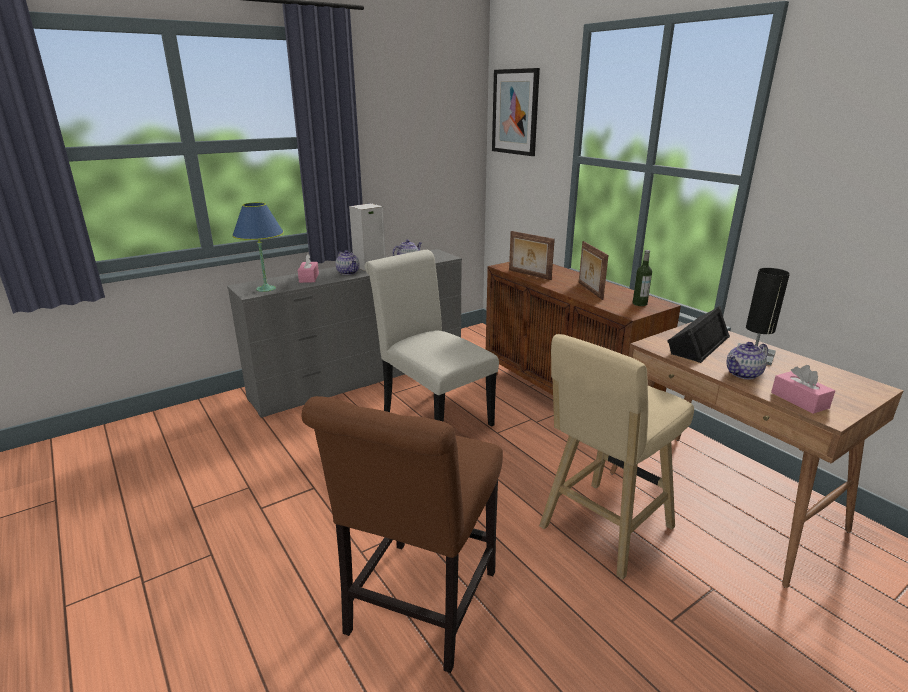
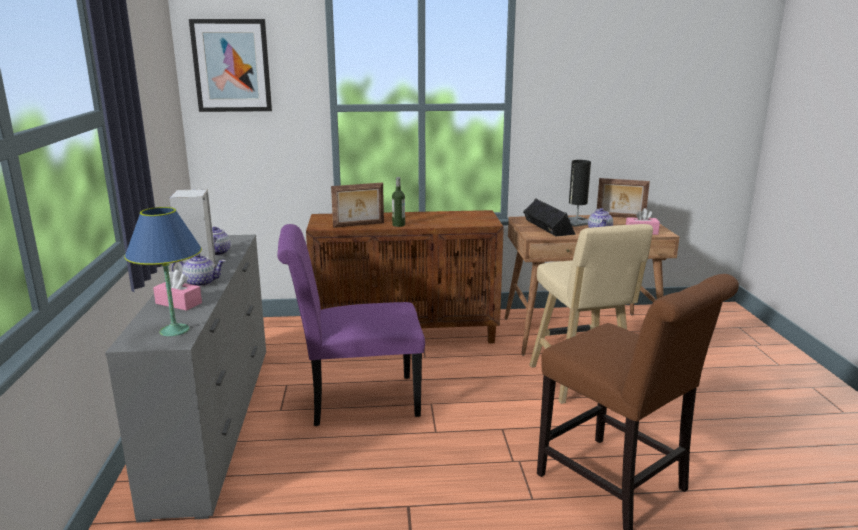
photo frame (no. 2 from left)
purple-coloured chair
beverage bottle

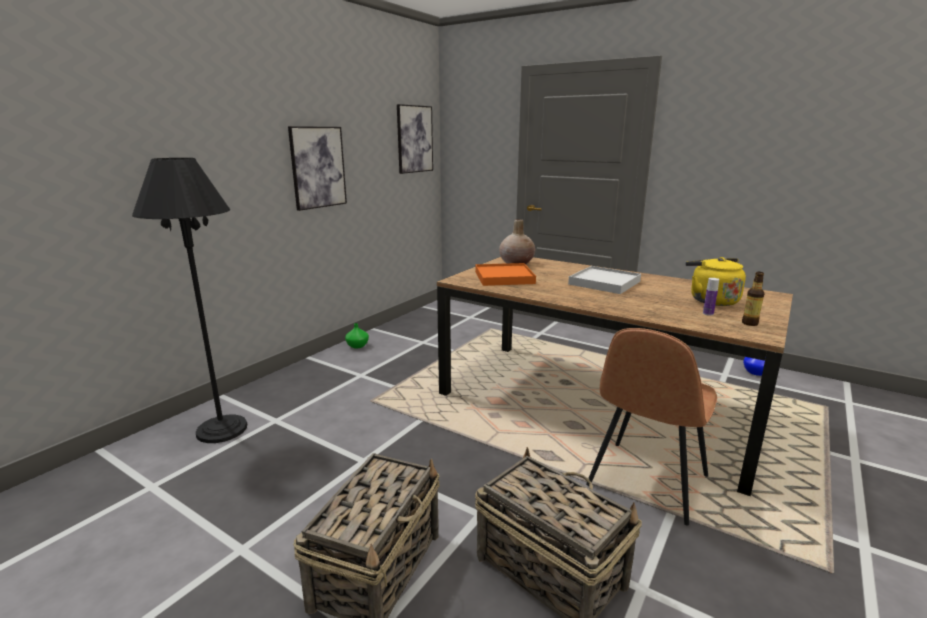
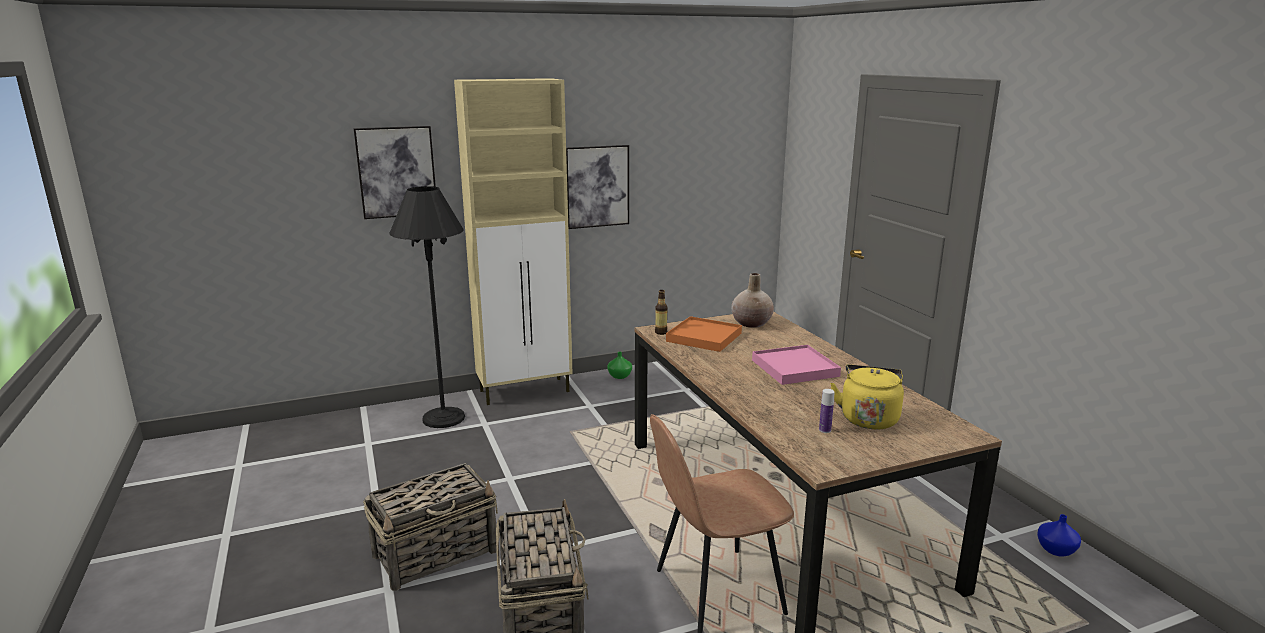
wall art (no. 1 from left)
pink tray
beverage bottle (no. 1 from left)
sand-coloured storage cabinet

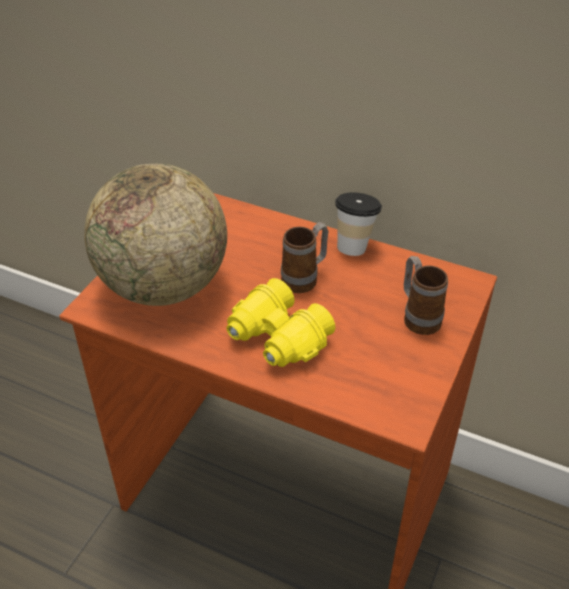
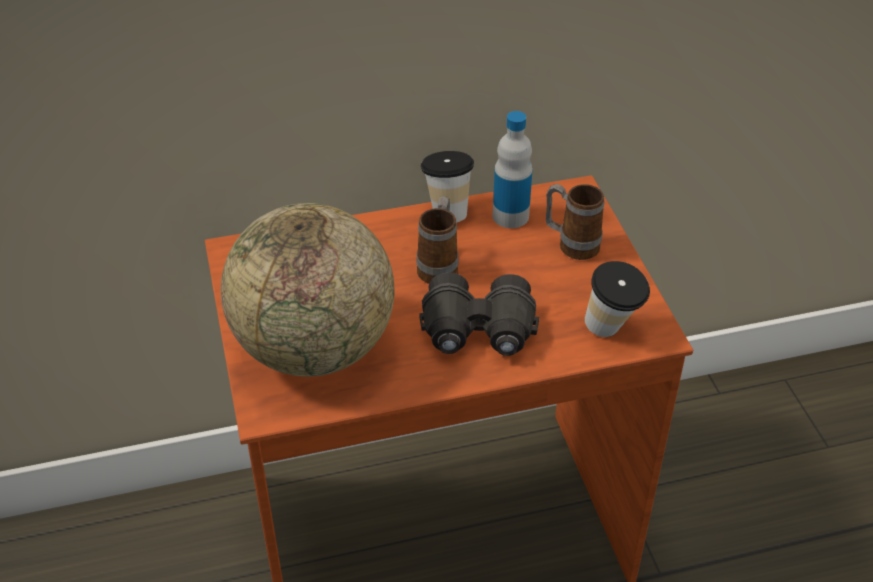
blackish binoculars
beverage bottle
drinking cup (no. 2 from left)

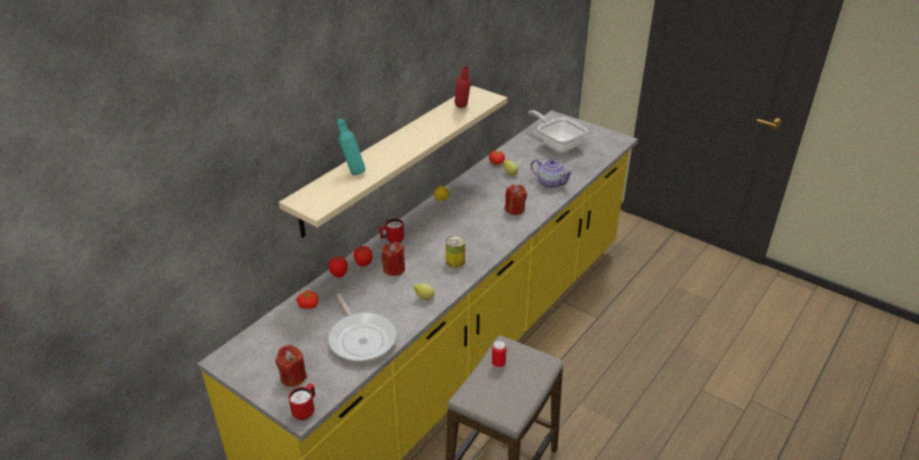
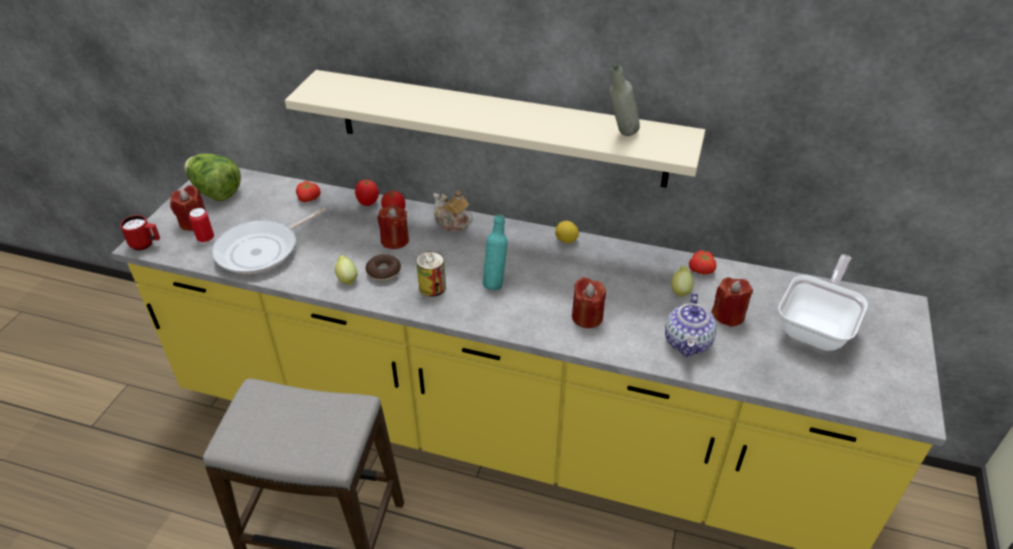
grey beverage bottle
blue-green beverage bottle
teapot (no. 1 from left)
can (no. 1 from left)
lettuce head
doughnut
reddish wax candle (no. 4 from left)

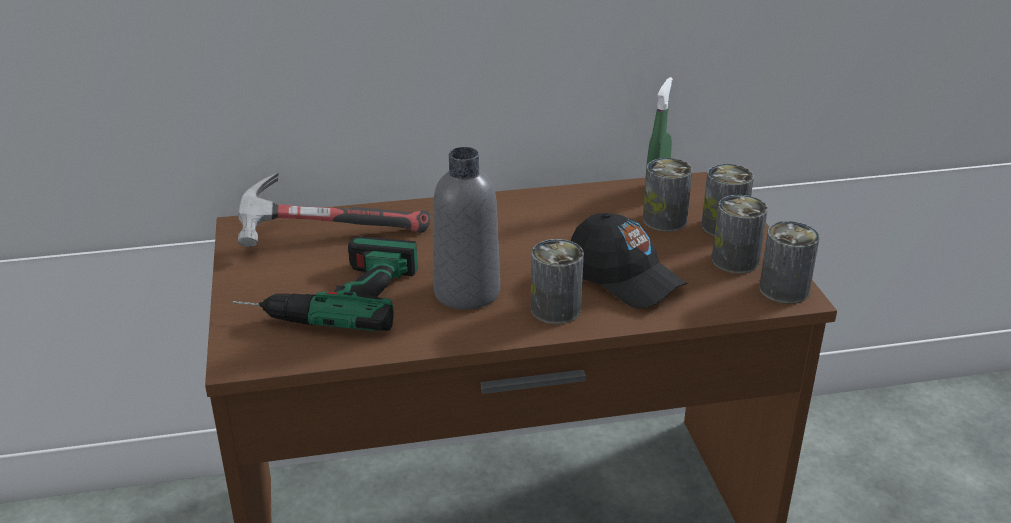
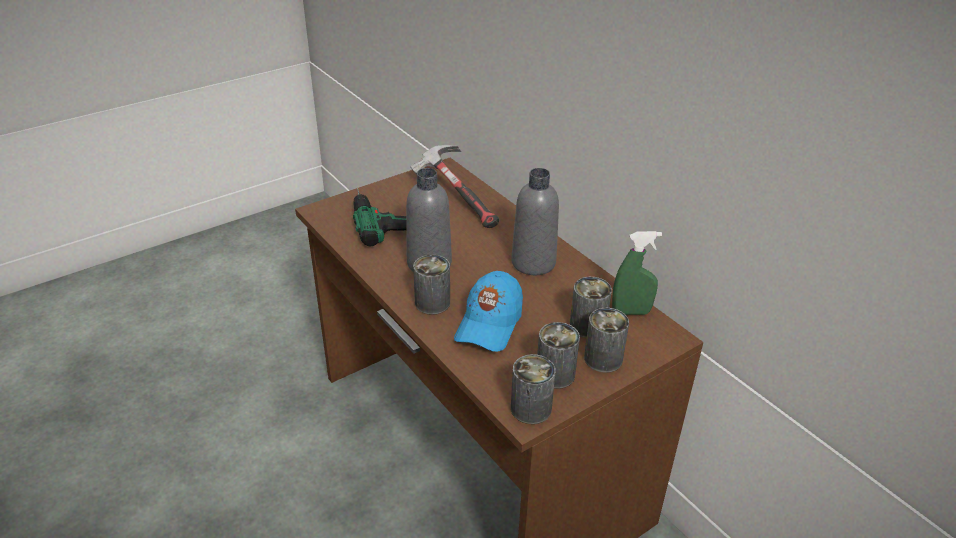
blue baseball cap
grey beverage bottle (no. 2 from left)

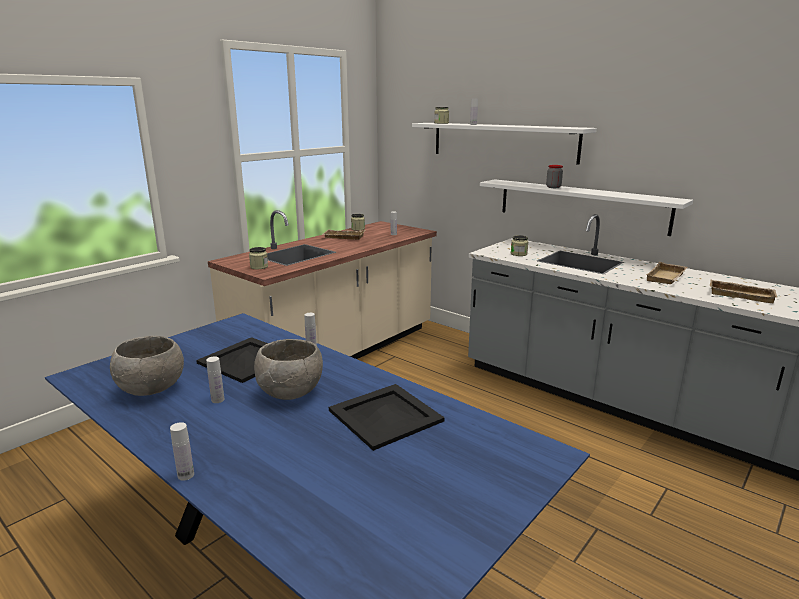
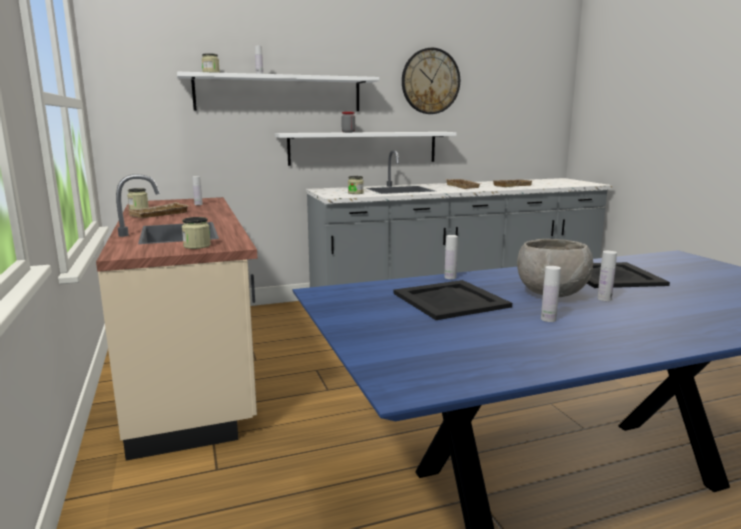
grey deep dish (no. 1 from left in the first image)
white beverage bottle (no. 5 from left)
wall clock

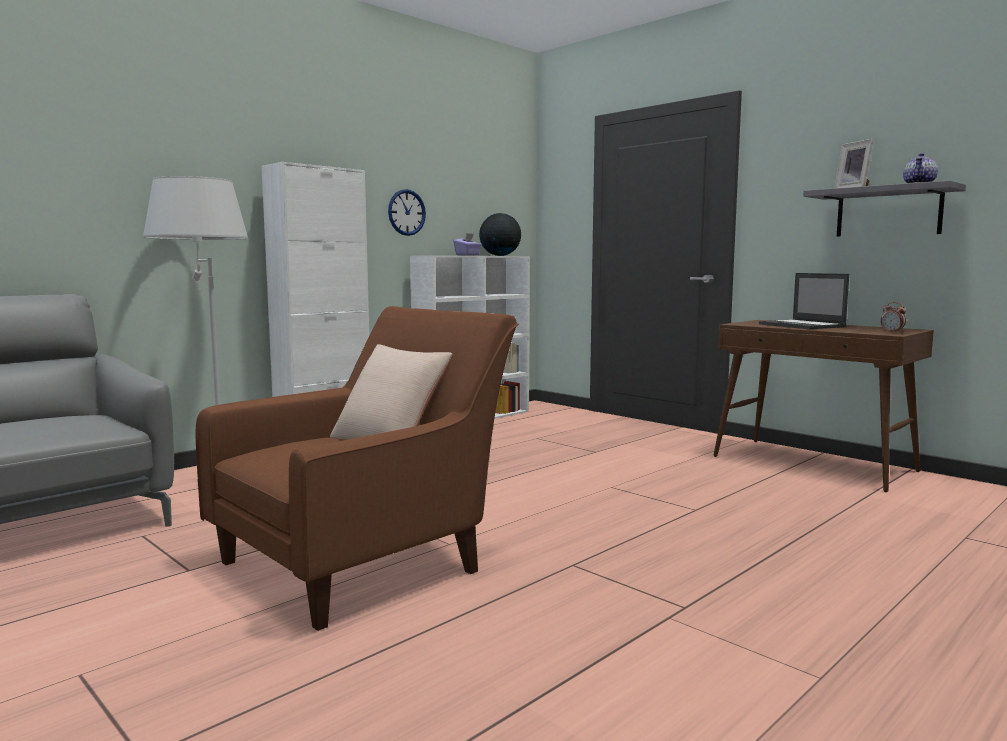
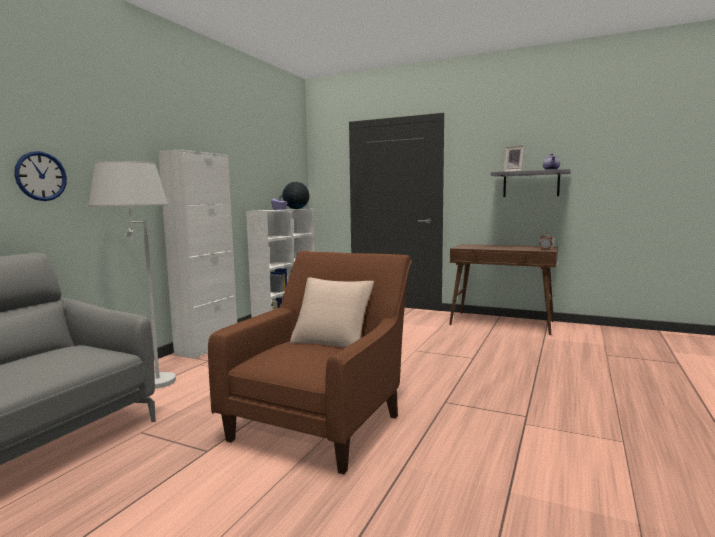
wall clock
laptop

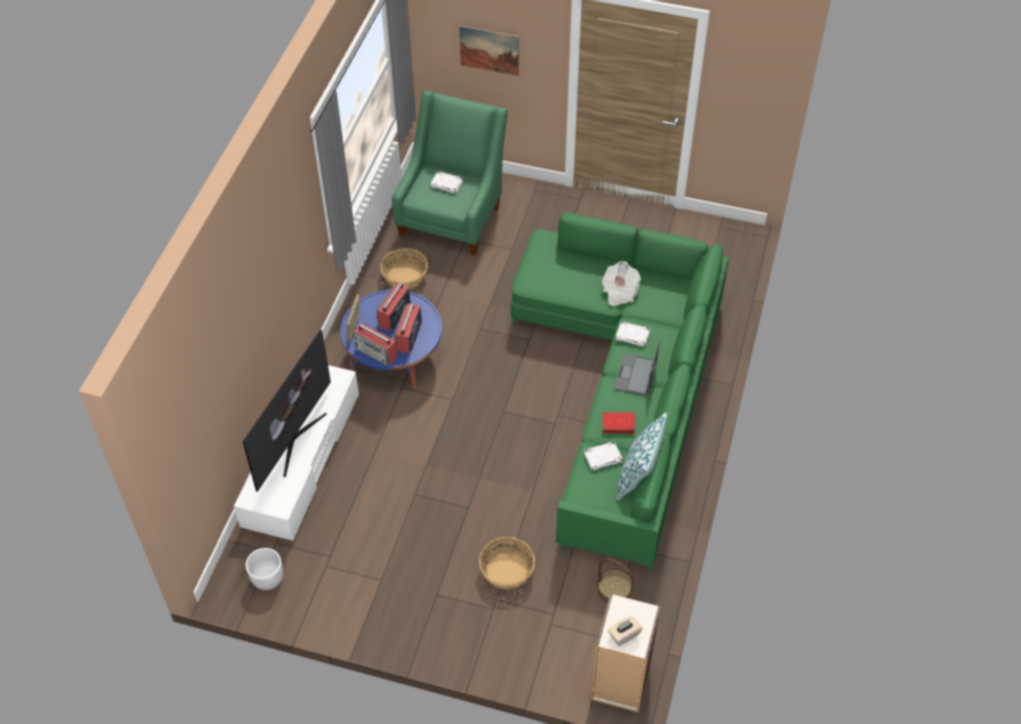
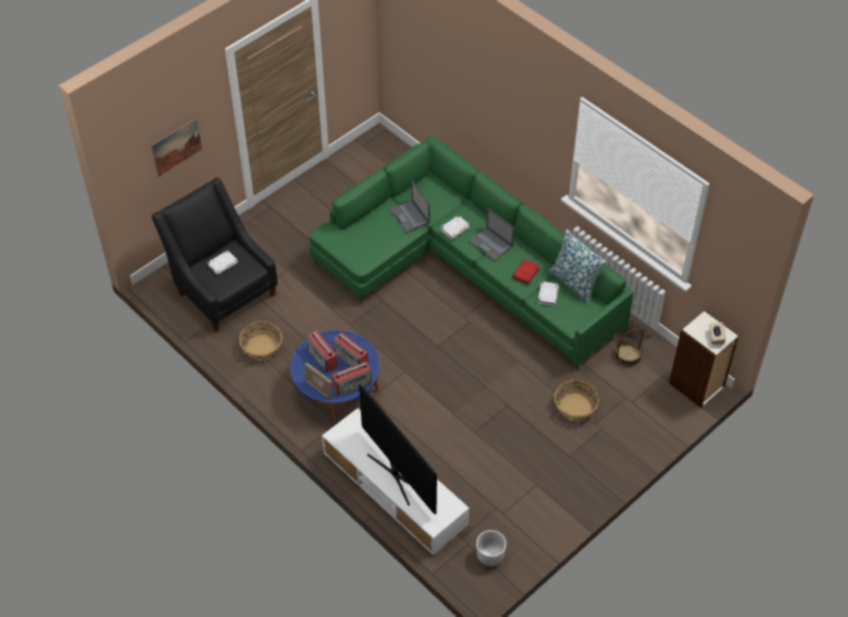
blackish easy chair
laptop (no. 1 from left)

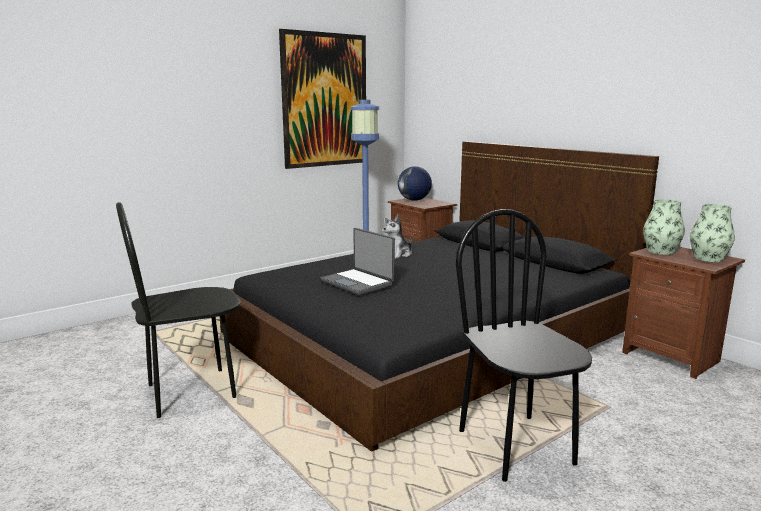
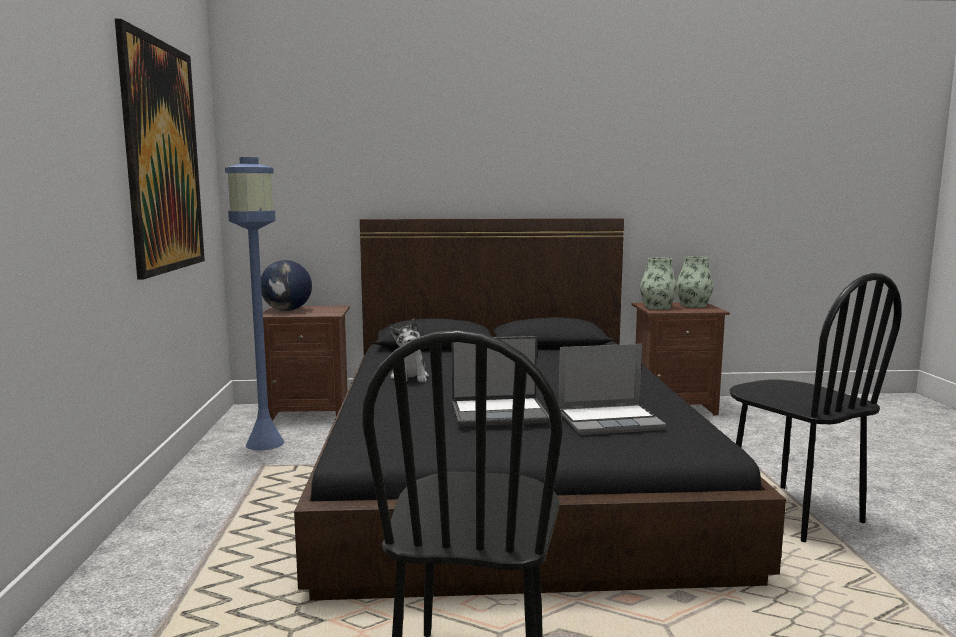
blackish chair (no. 2 from left)
laptop (no. 2 from left)

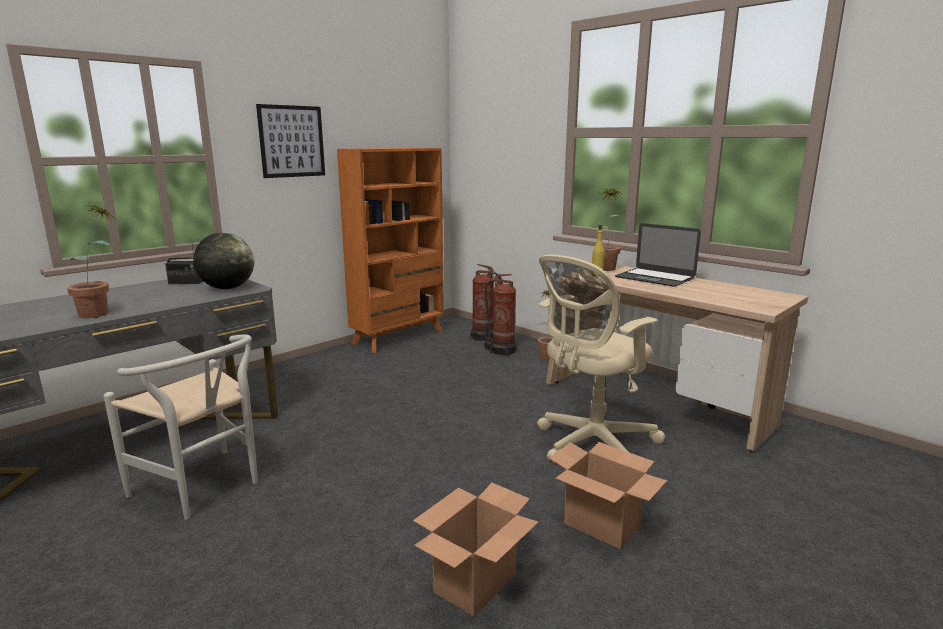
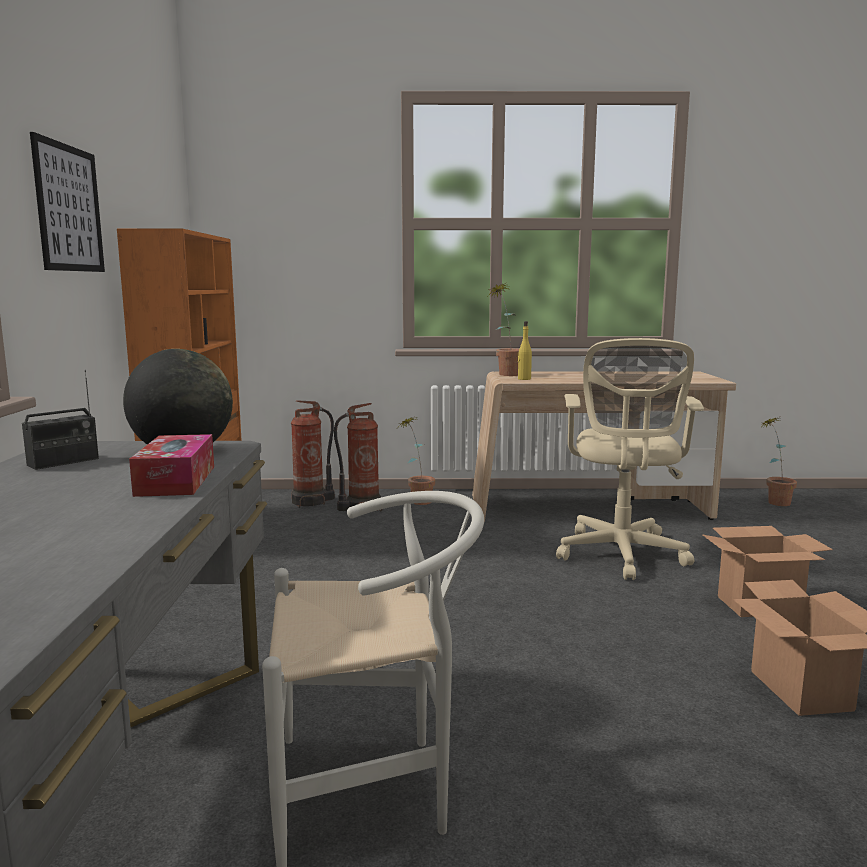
houseplant (no. 3 from left)
laptop
tissue holder

